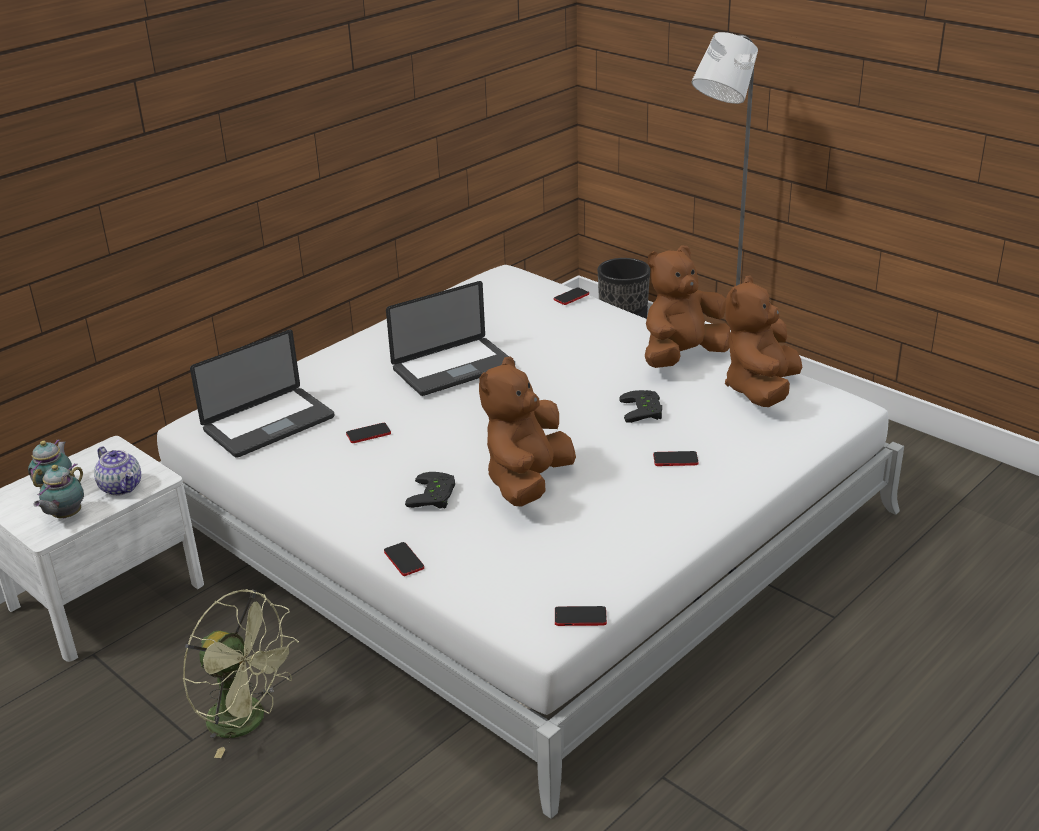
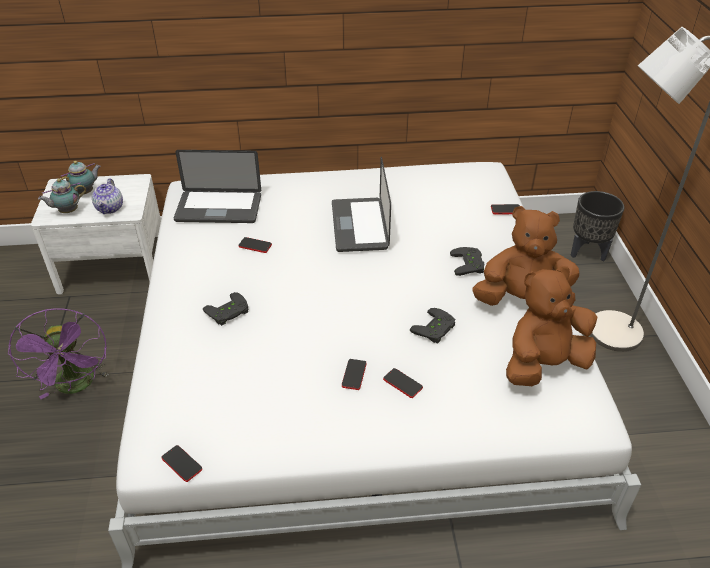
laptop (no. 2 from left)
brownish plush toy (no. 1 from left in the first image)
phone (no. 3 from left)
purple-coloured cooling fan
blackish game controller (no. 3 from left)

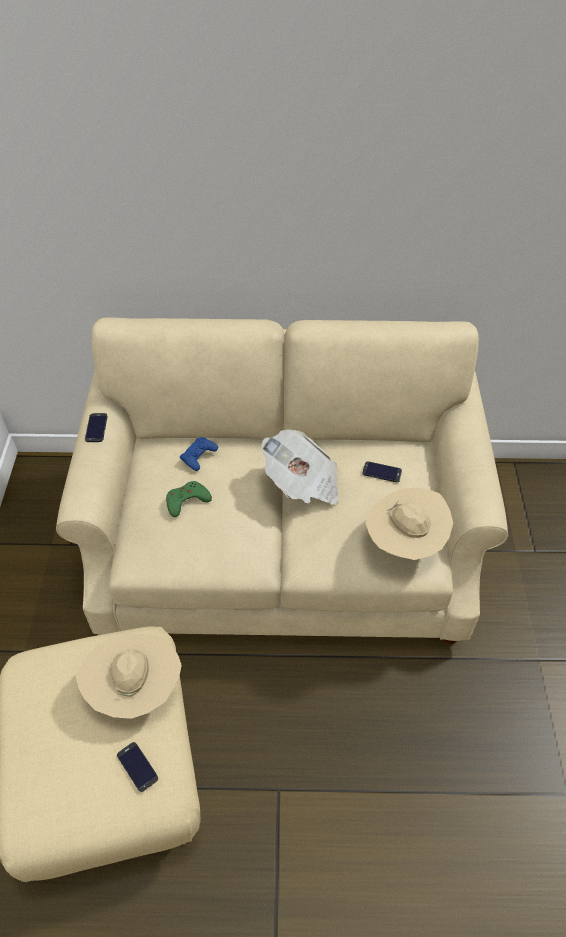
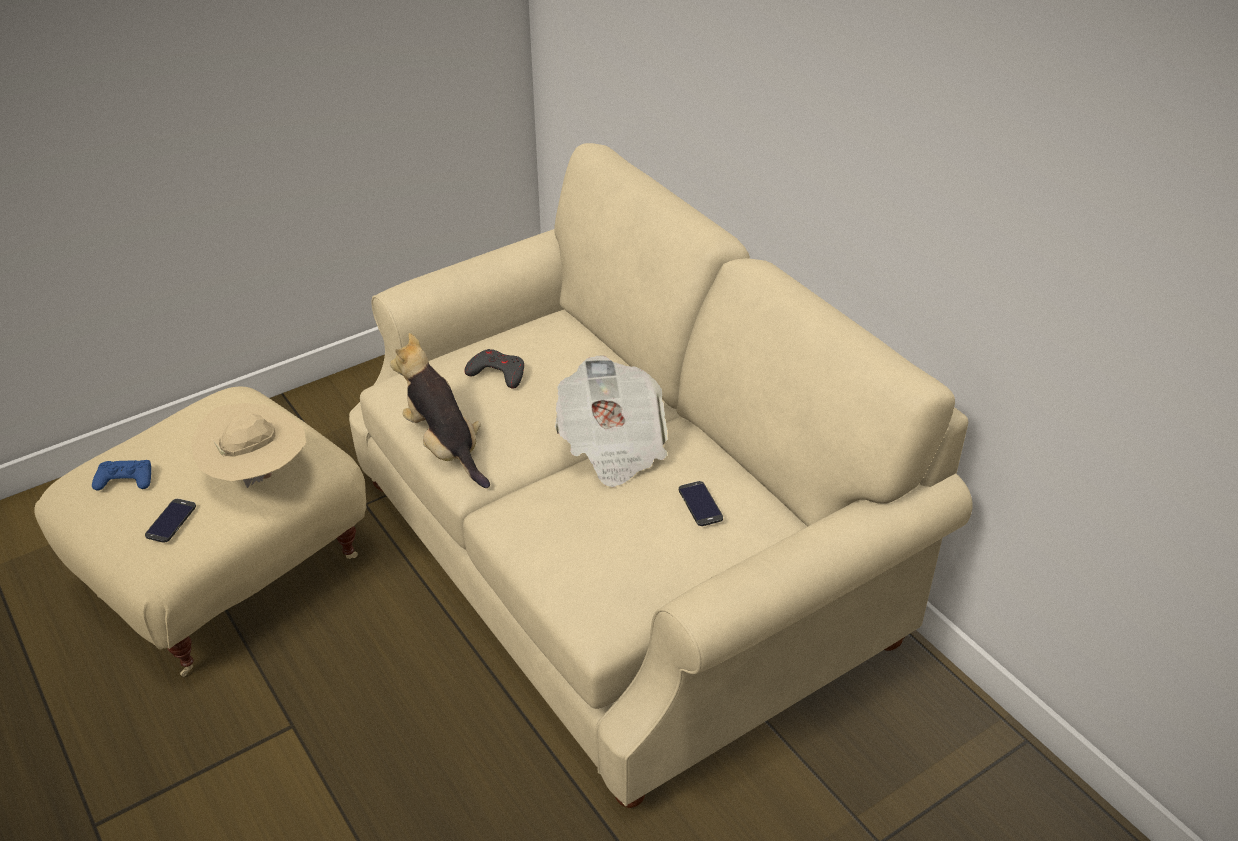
phone (no. 1 from left in the first image)
blue game controller
grey game controller
sand-coloured clothing hat (no. 2 from left in the first image)
plush toy

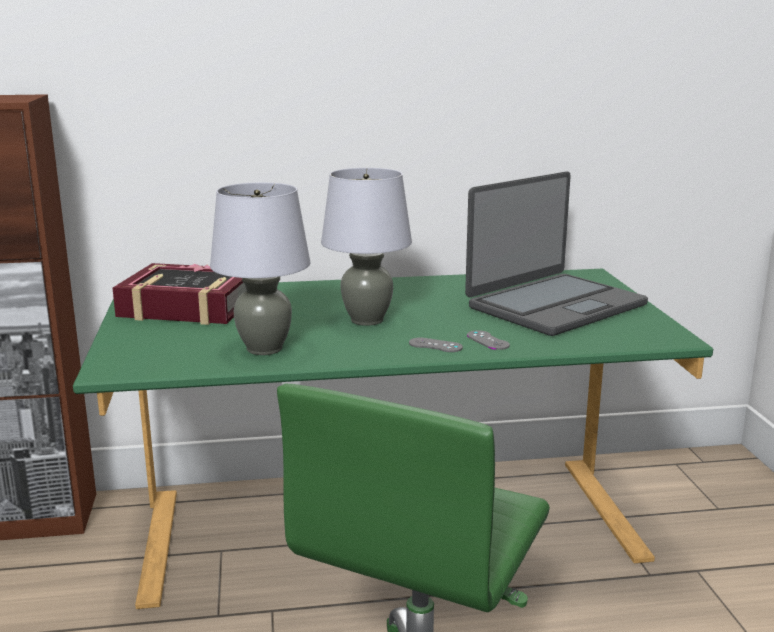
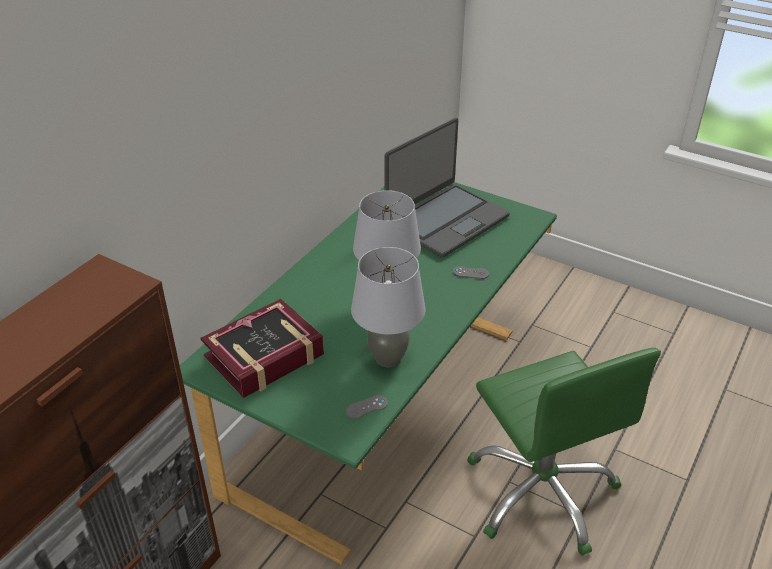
laptop
grey game controller (no. 1 from left)

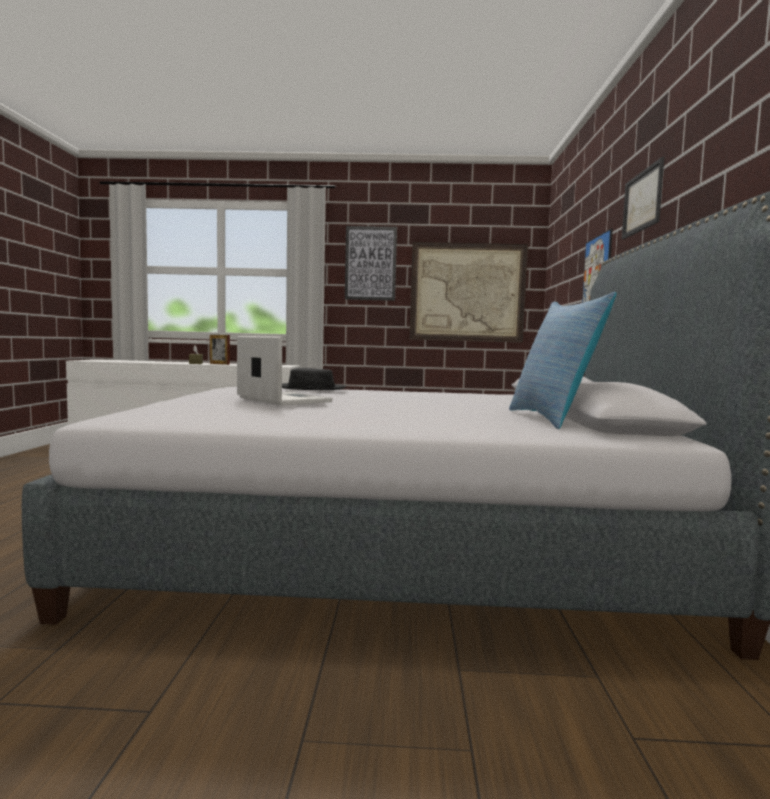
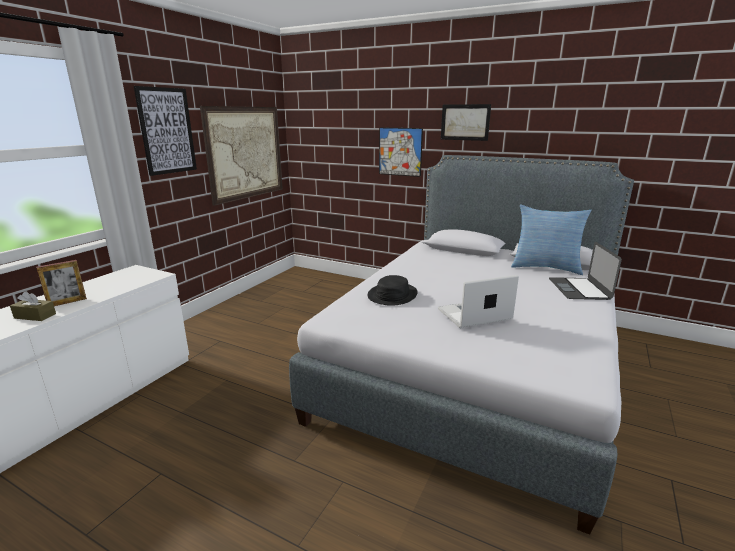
laptop (no. 2 from left)

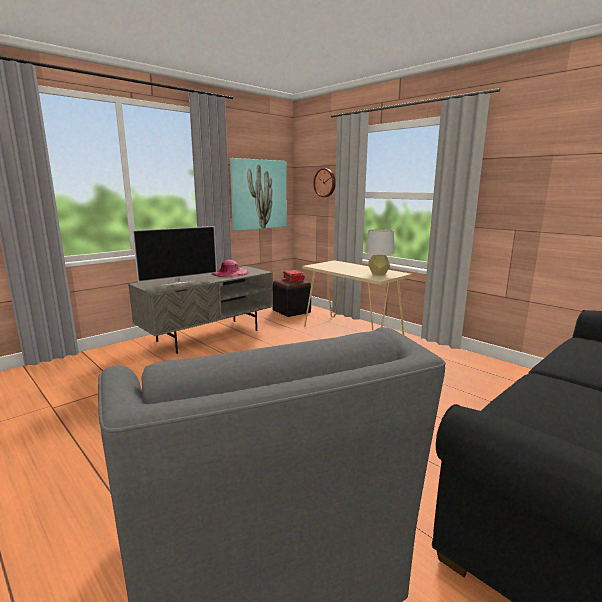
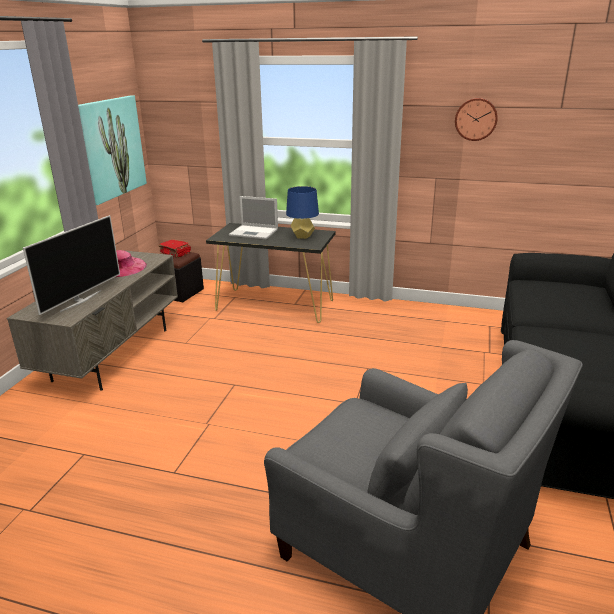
wall clock
blue tabletop lamp
blackish narrow table
laptop

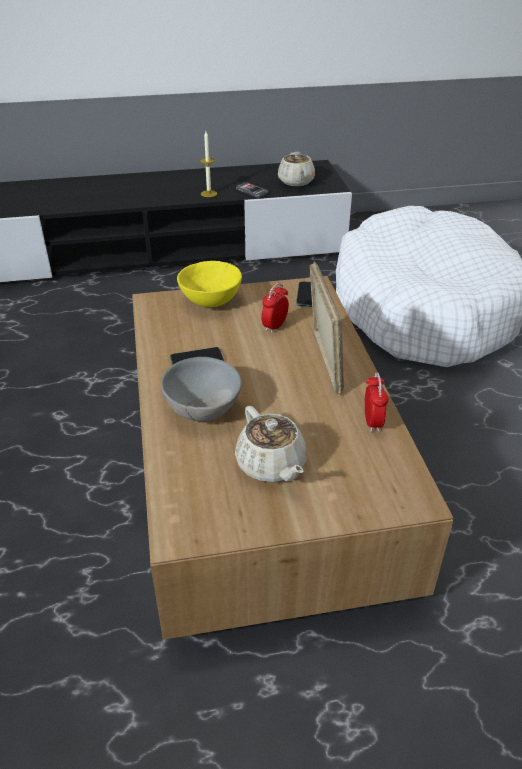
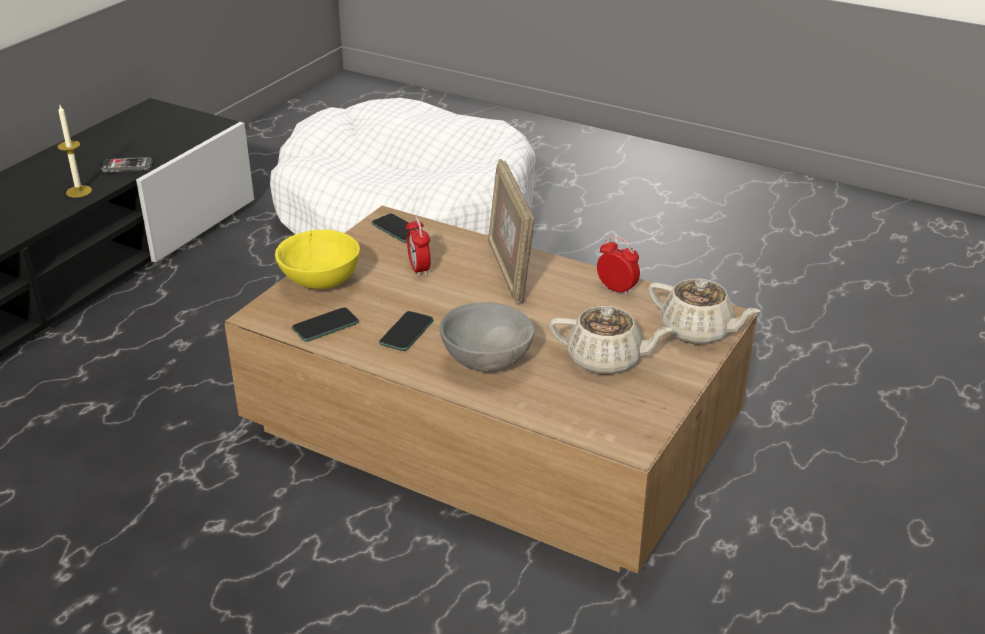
sand-coloured teapot (no. 2 from left)
photo frame
phone (no. 2 from left)

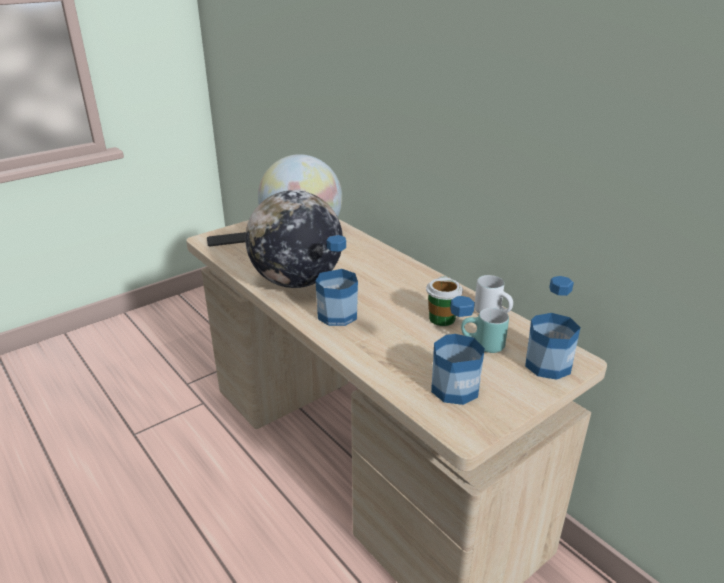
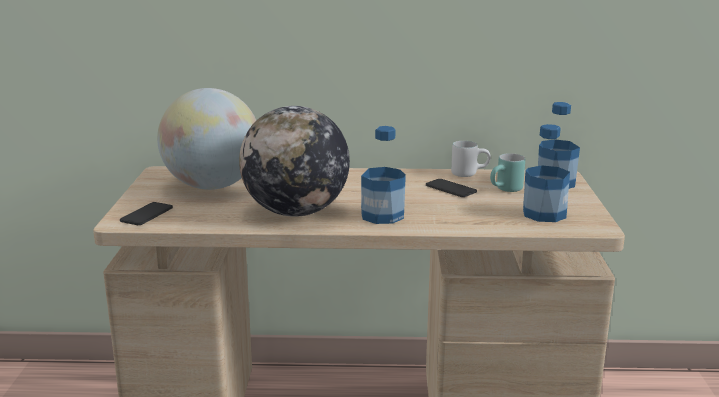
phone (no. 2 from left)

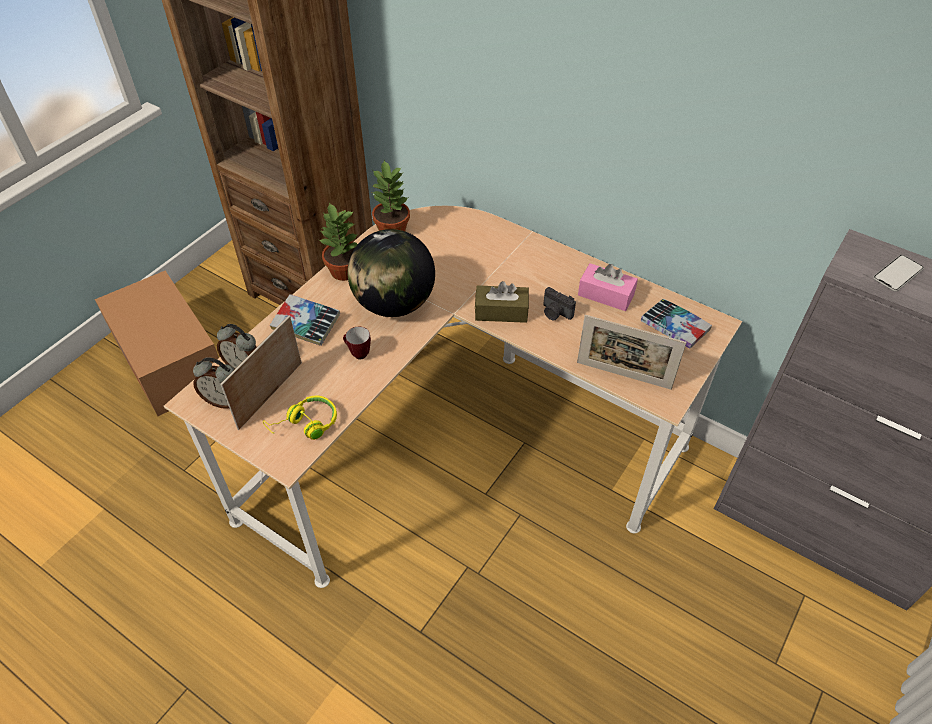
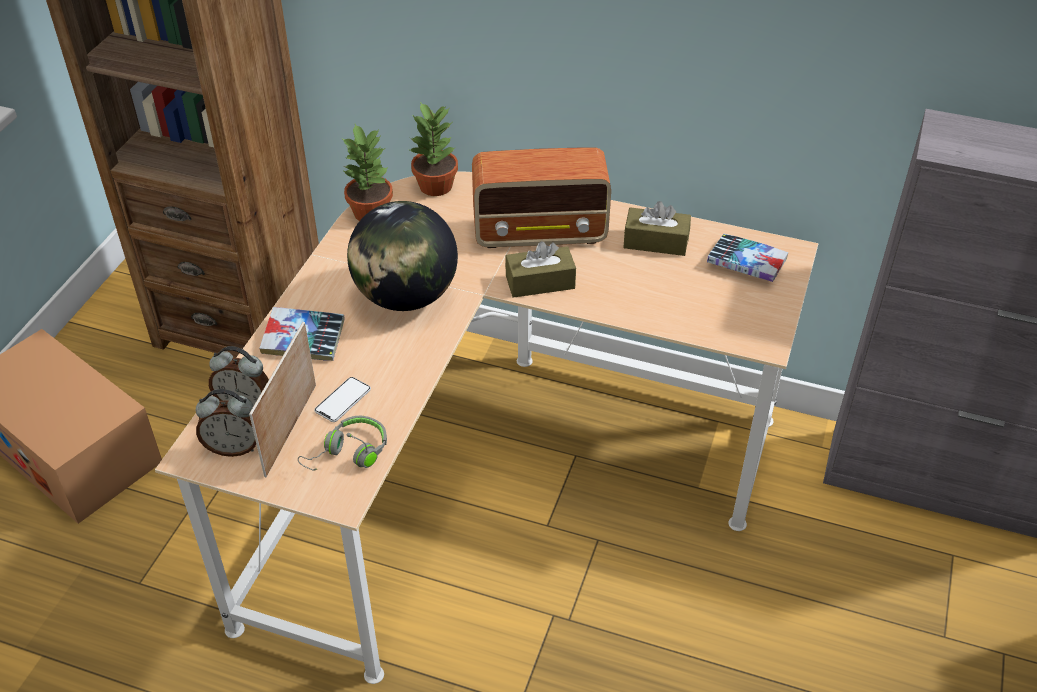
houseplant (no. 2 from left)
phone
brownish tissue holder (no. 2 from left)
photo camera
photo frame (no. 2 from left in the first image)
tea mug
grey headphones
radio

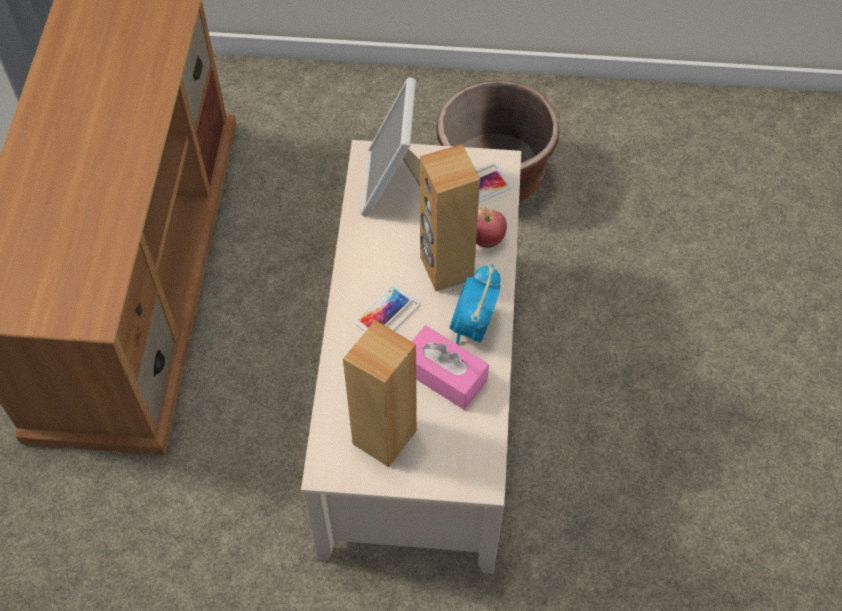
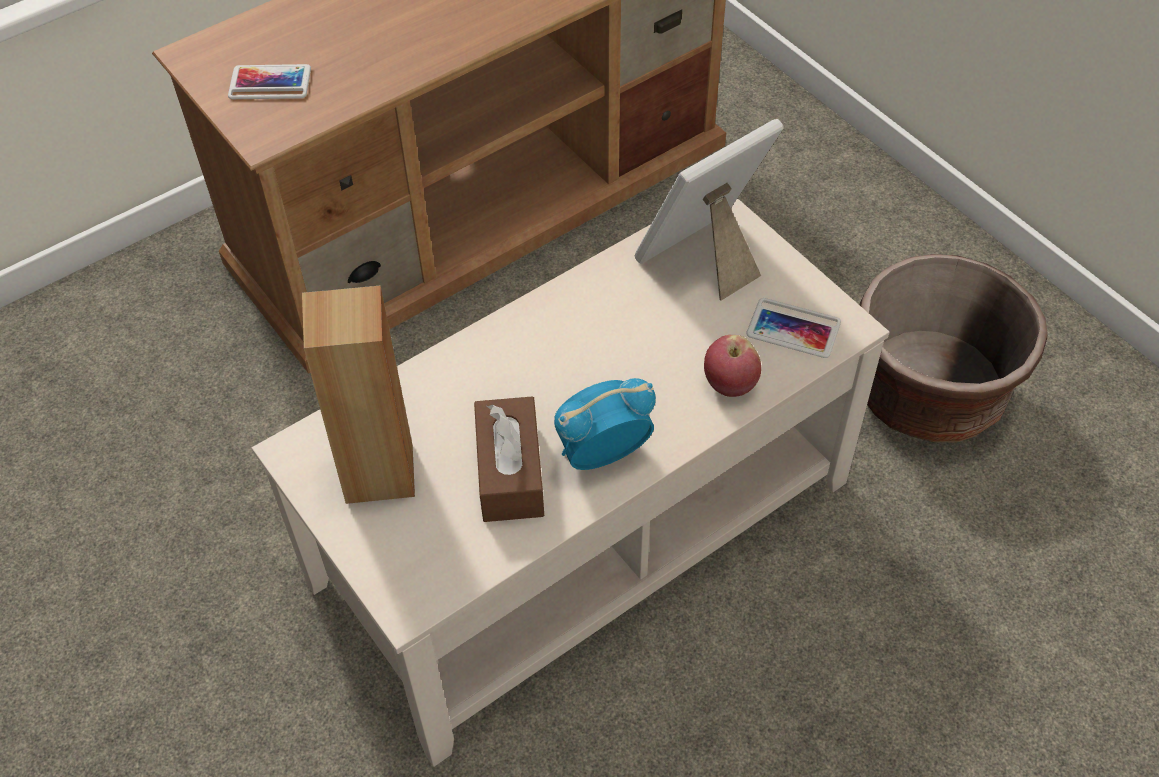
brownish audio speaker (no. 2 from left in the first image)
phone (no. 1 from left)
brownish tissue holder

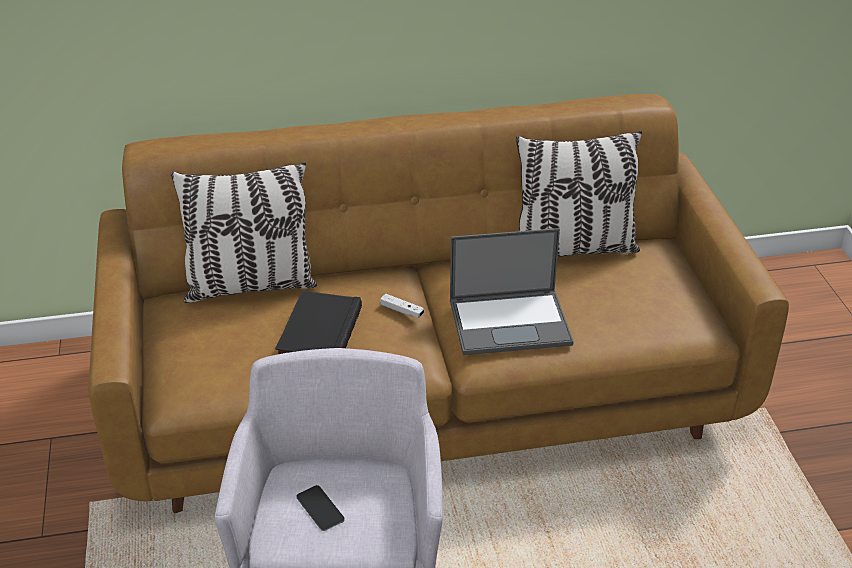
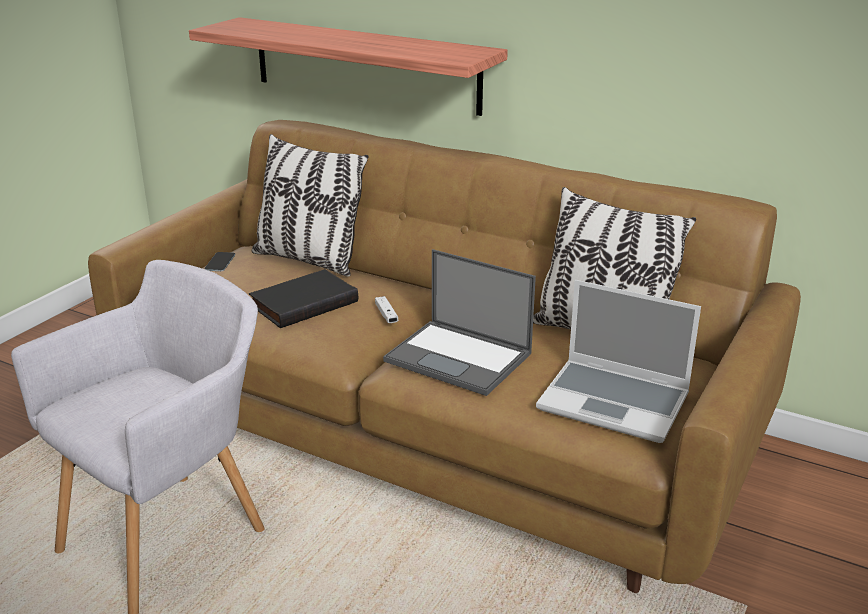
phone
bracket shelf
laptop (no. 2 from left)

